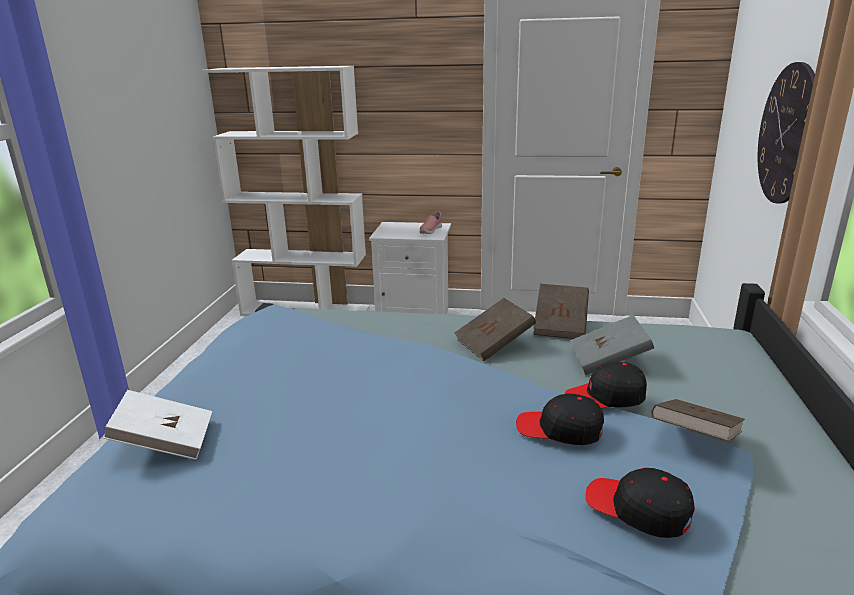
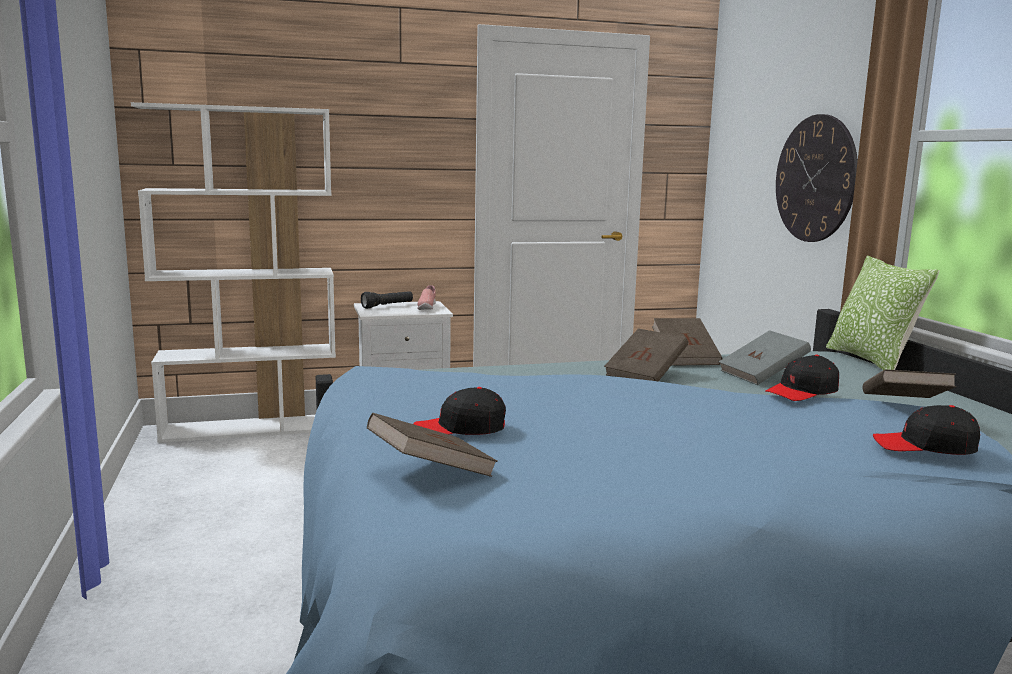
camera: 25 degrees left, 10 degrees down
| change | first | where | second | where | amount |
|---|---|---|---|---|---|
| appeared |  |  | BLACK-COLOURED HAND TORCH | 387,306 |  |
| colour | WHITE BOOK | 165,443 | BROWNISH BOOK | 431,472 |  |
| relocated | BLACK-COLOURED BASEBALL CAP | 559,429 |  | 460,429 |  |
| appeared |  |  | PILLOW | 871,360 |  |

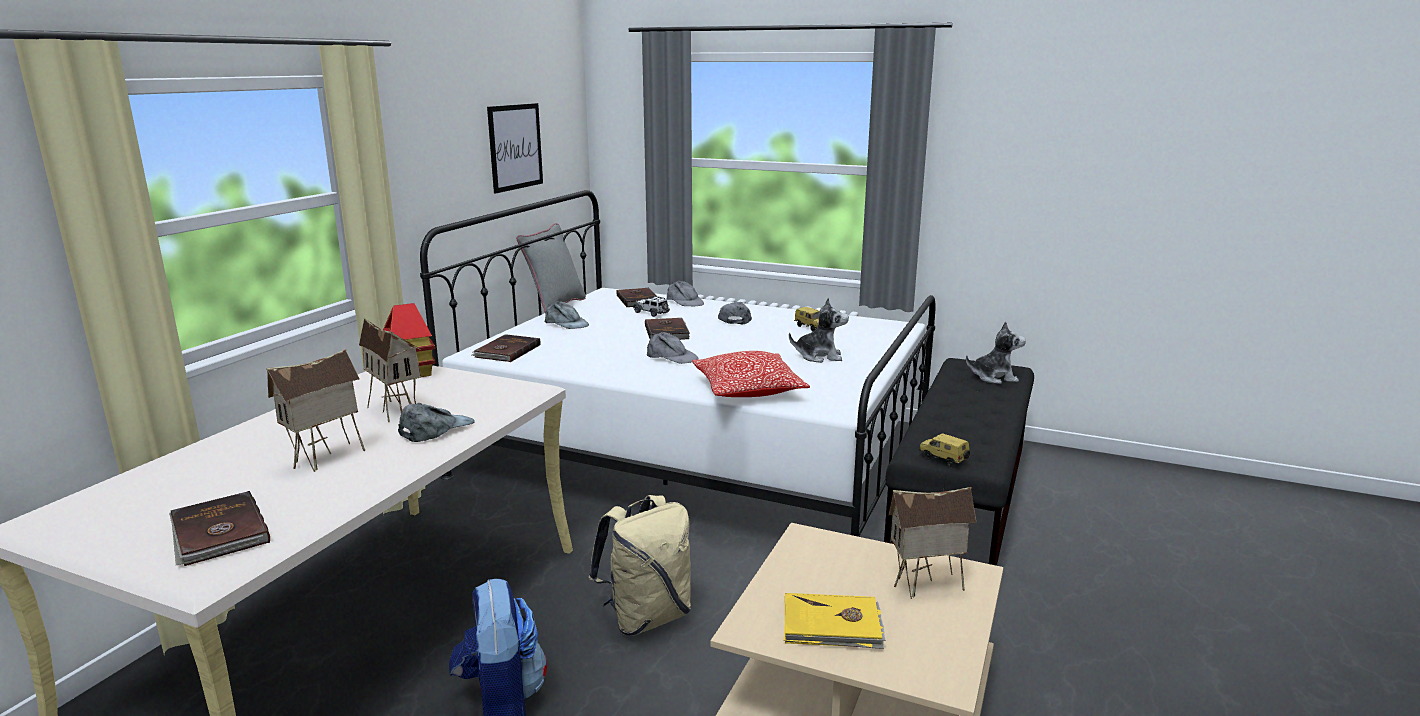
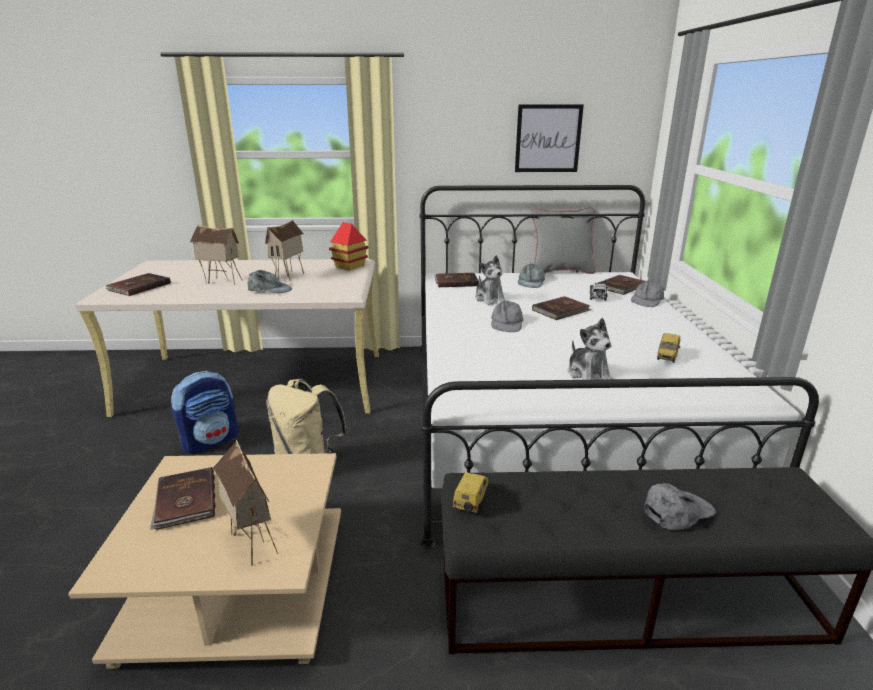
camera: 65 degrees right, 5 degrees up
| change | first | where | second | where | amount |
|---|---|---|---|---|---|
| colour | YELLOW BOOK | 832,626 | BROWNISH BOOK | 185,501 |  |
| relocated | SOFT TOY | 994,377 |  | 489,299 |  |
| relocated | GREY BASEBALL CAP | 734,319 |  | 677,511 |  |
| missing | PILLOW | 748,390 |  |  |  |

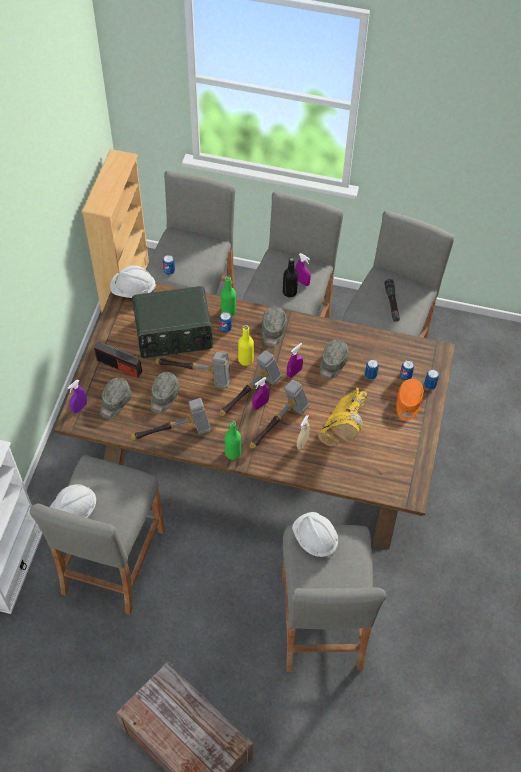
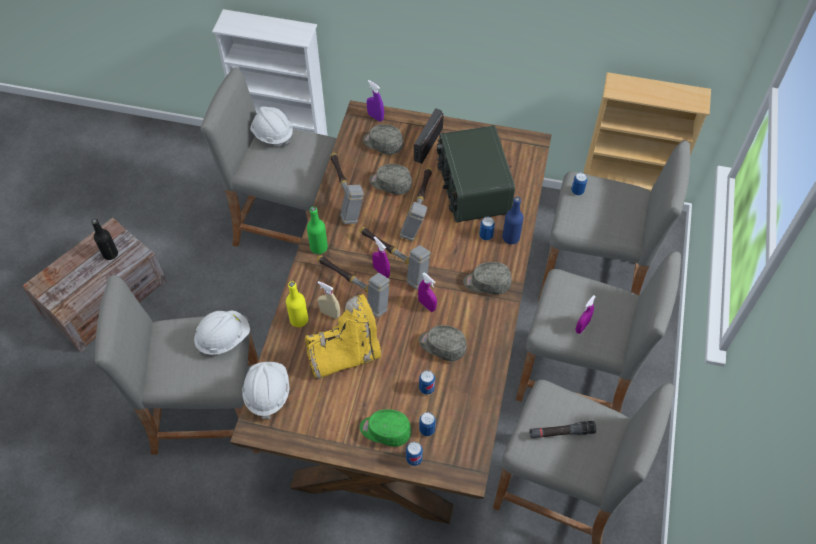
camera: 90 degrees right, 0 degrees up
| change | first | where | second | where | amount |
|---|---|---|---|---|---|
| relocated | BLACK-COLOURED BOTTLE | 289,292 |  | 110,254 |  |
| relocated | WHITE WORK HELMET | 133,290 |  | 267,393 |  |
| relocated | YELLOW BOTTLE | 245,360 |  | 299,320 |  |
| spun | YELLOW TALL BOOT | 342,430 |  | 347,355 | 135 degrees clockwise |
| colour | ORANGEY BASEBALL CAP | 408,403 | GREENISH BASEBALL CAP | 385,431 |  |
| colour | GREENISH BOTTLE | 228,311 | BLUISH BOTTLE | 511,238 |  |

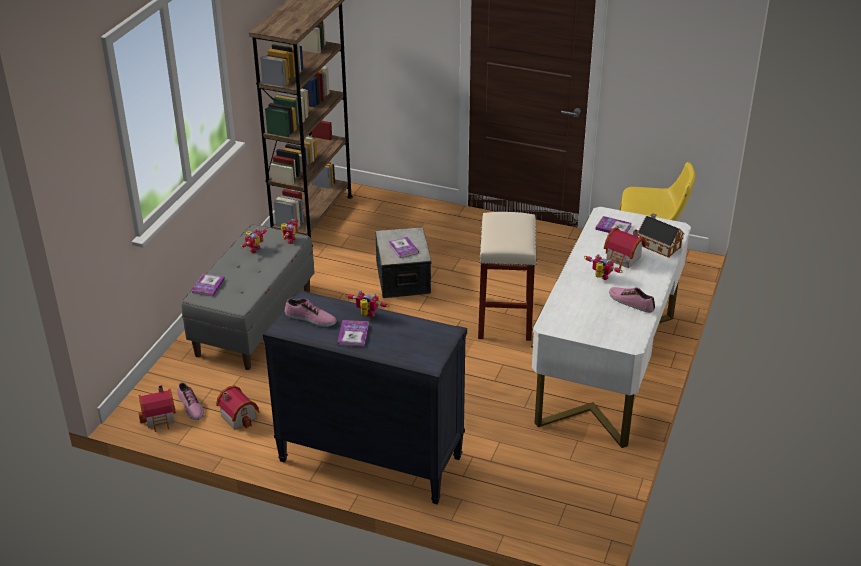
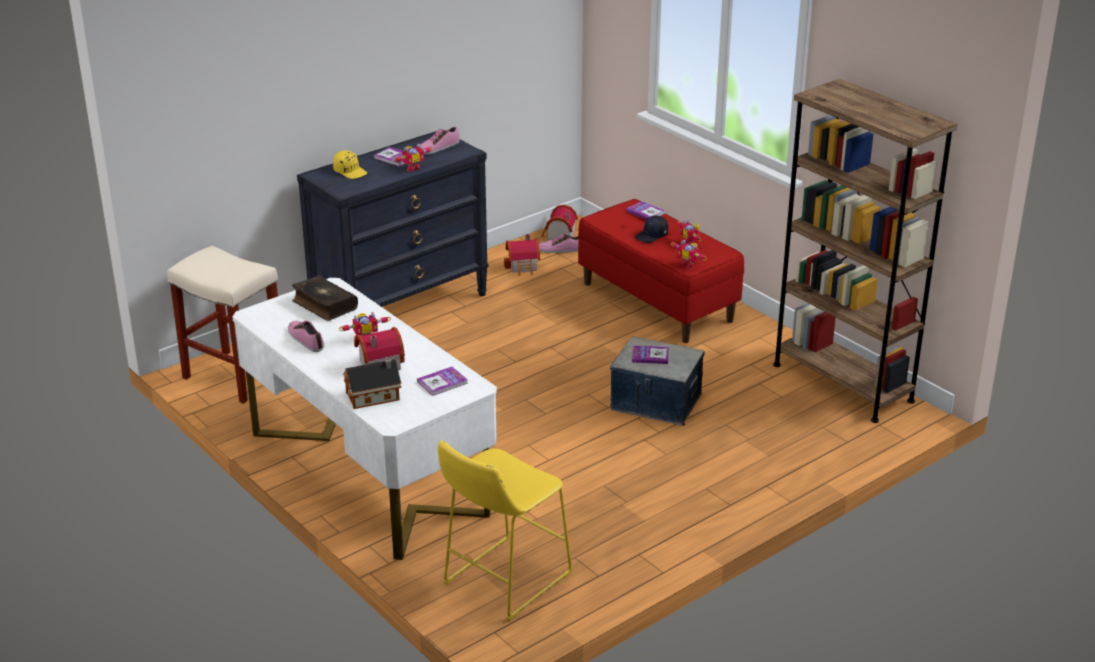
camera: 120 degrees right, 5 degrees down
| change | first | where | second | where | amount |
|---|---|---|---|---|---|
| relocated | SAND-COLOURED STOOL SEAT | 504,318 |  | 236,377 |  |
| spun | LOW SHOE | 631,302 |  | 306,339 | 105 degrees counterclockwise |
| appeared |  |  | BOOK | 324,305 |  |
| appeared |  |  | YELLOW BASEBALL CAP | 350,172 |  |
| colour | GREY BENCH | 254,322 | RED-COLOURED BENCH | 657,302 |  |
| appeared |  |  | BLACK-COLOURED BASEBALL CAP | 651,236 |  |

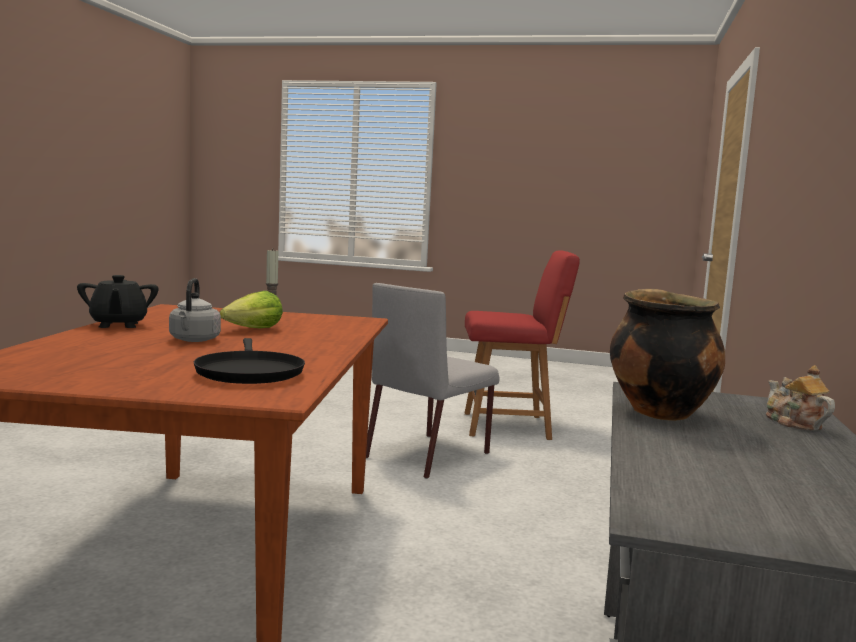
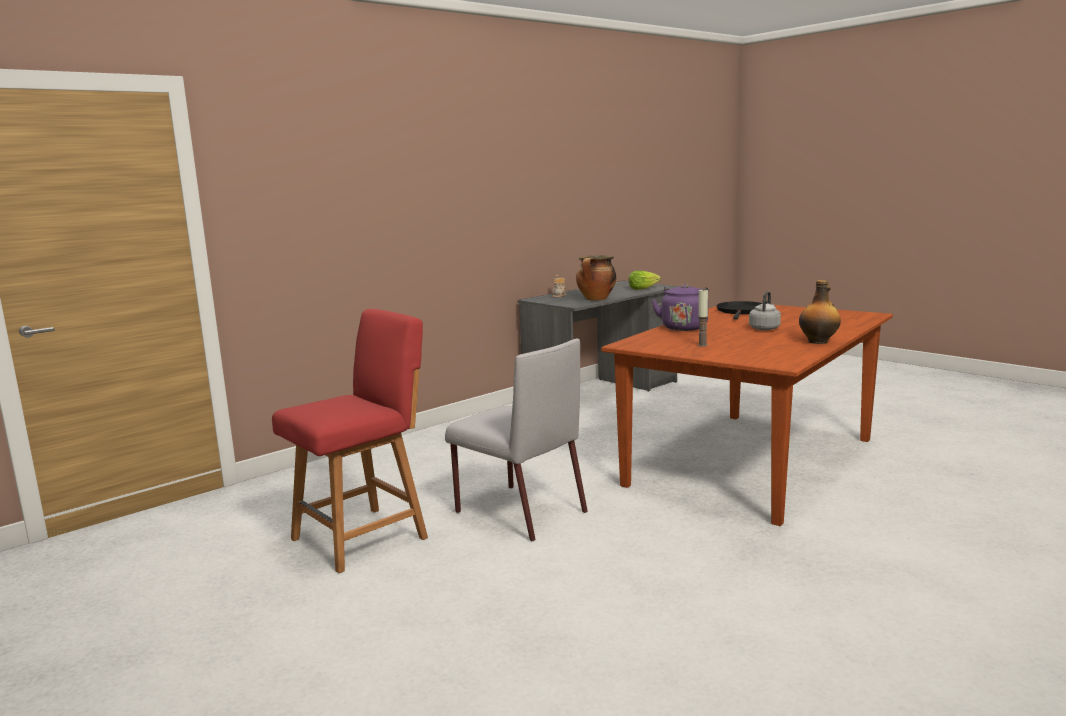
camera: 145 degrees left, 5 degrees up
| change | first | where | second | where | amount |
|---|---|---|---|---|---|
| spun | RED-COLOURED CHAIR | 510,426 |  | 364,537 | 105 degrees clockwise |
| spun | GREY CHAIR | 429,455 |  | 518,511 | 60 degrees clockwise |
| relocated | LETTUCE HEAD | 254,329 |  | 642,288 |  |
| appeared |  |  | PURPLISH TEA KETTLE | 684,327 |  |
| exchanged | BLACK-COLOURED TEA POT | 118,325 | BOTTLE | 818,342 |  |

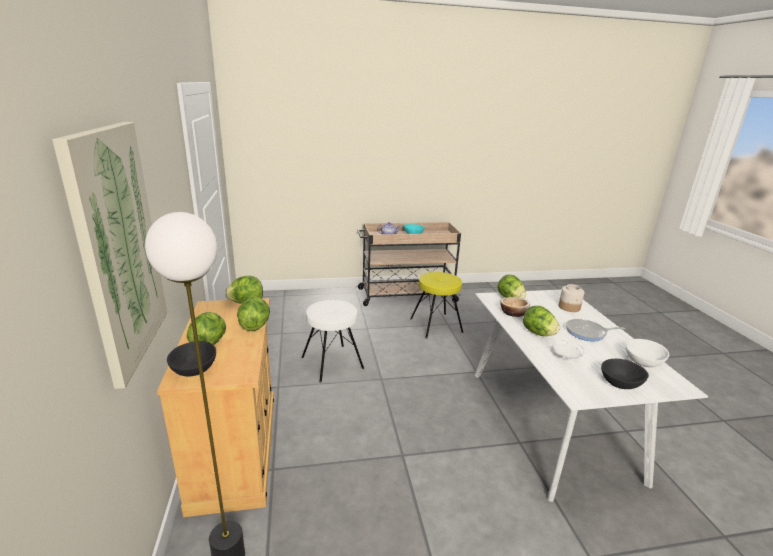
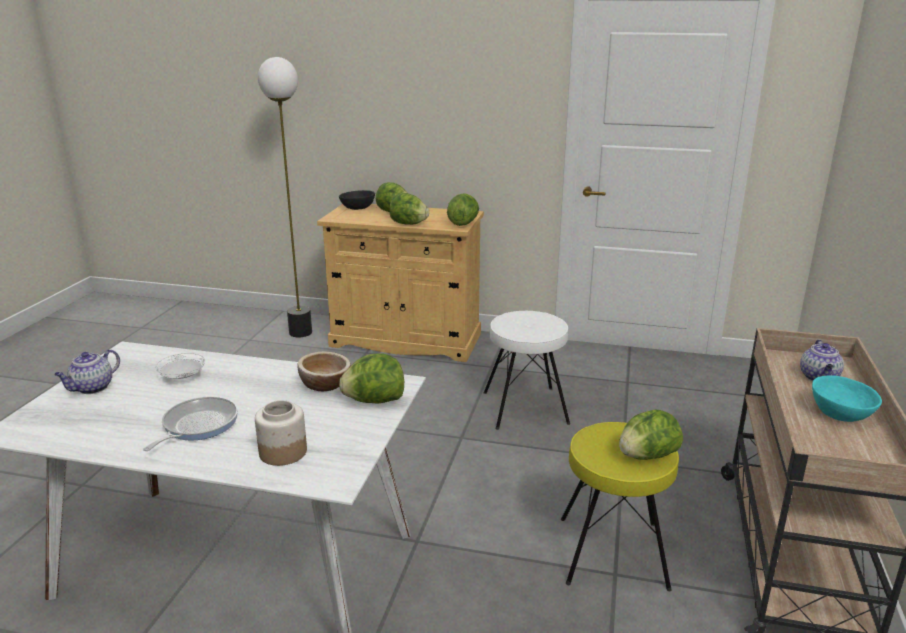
camera: 115 degrees right, 0 degrees up
| change | first | where | second | where | amount |
|---|---|---|---|---|---|
| exchanged | BLACK-COLOURED BOWL | 620,383 | TEA POT | 92,388 |  |
| relocated | LETTUCE HEAD | 538,333 |  | 647,456 |  |
| missing | WALL ART | 119,248 |  |  |  |
| missing | WHITE BOWL | 643,361 |  |  |  |

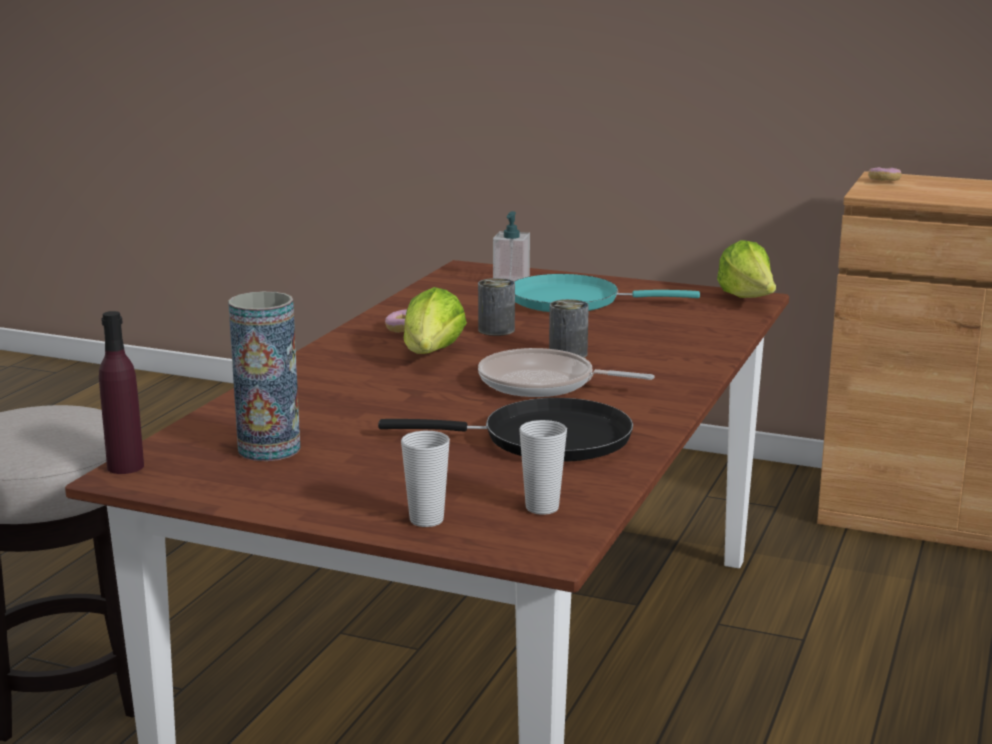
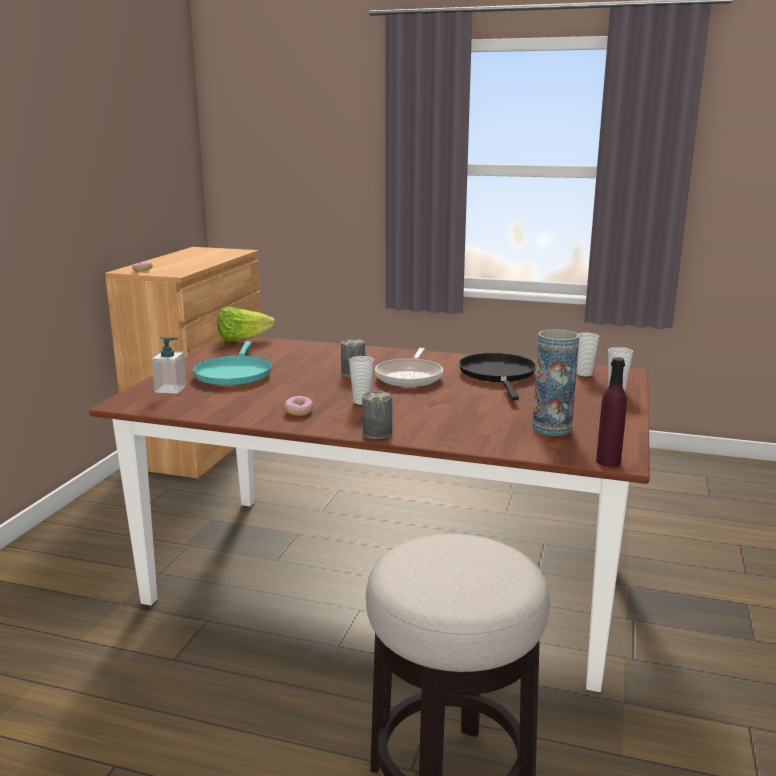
camera: 95 degrees left, 0 degrees up
| change | first | where | second | where | amount |
|---|---|---|---|---|---|
| exchanged | LETTUCE HEAD | 432,356 | SMALL CUP | 361,401 |  |
| relocated | CAN | 496,330 |  | 377,433 |  |

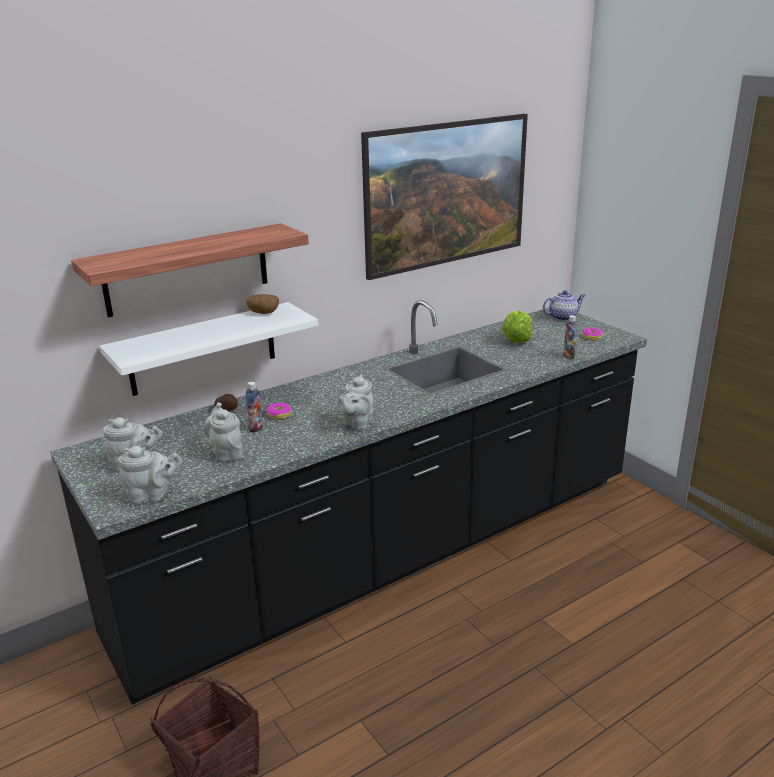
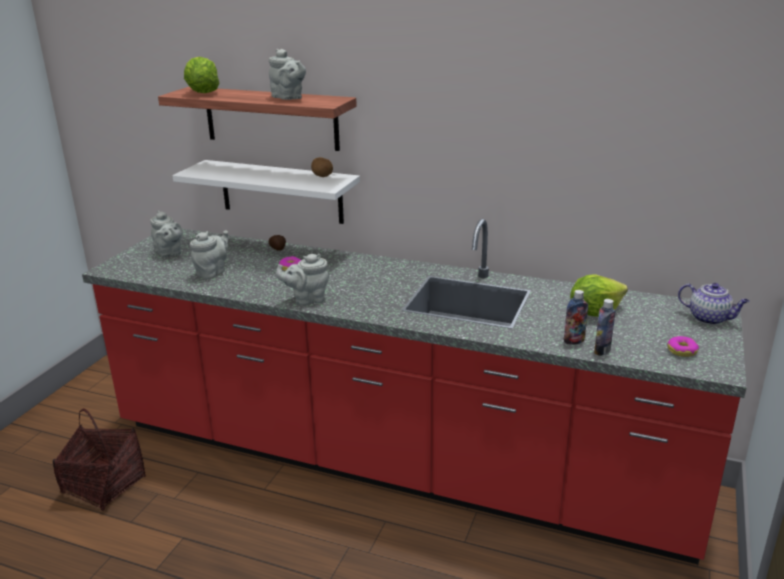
camera: 55 degrees right, 0 degrees up
| change | first | where | second | where | amount |
|---|---|---|---|---|---|
| colour | BLACK-COLOURED KITCHEN COUNTER | 390,554 | RED-COLOURED KITCHEN COUNTER | 394,462 |  |
| appeared |  |  | LETTUCE HEAD | 203,93 |  |
| relocated | GREY TEA POT | 152,496 |  | 288,98 |  |
| relocated | BOTTLE | 256,428 |  | 574,341 |  |
| missing | WALL ART | 446,228 |  |  |  |

